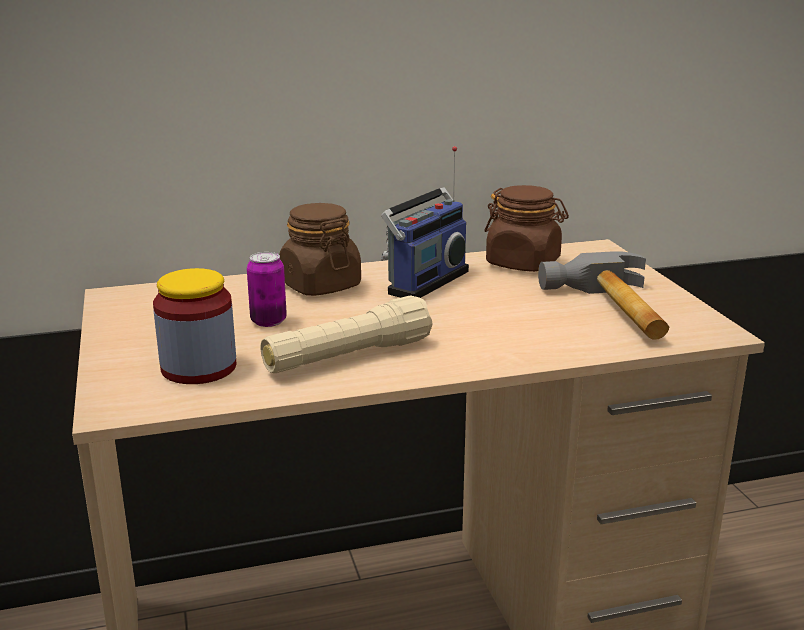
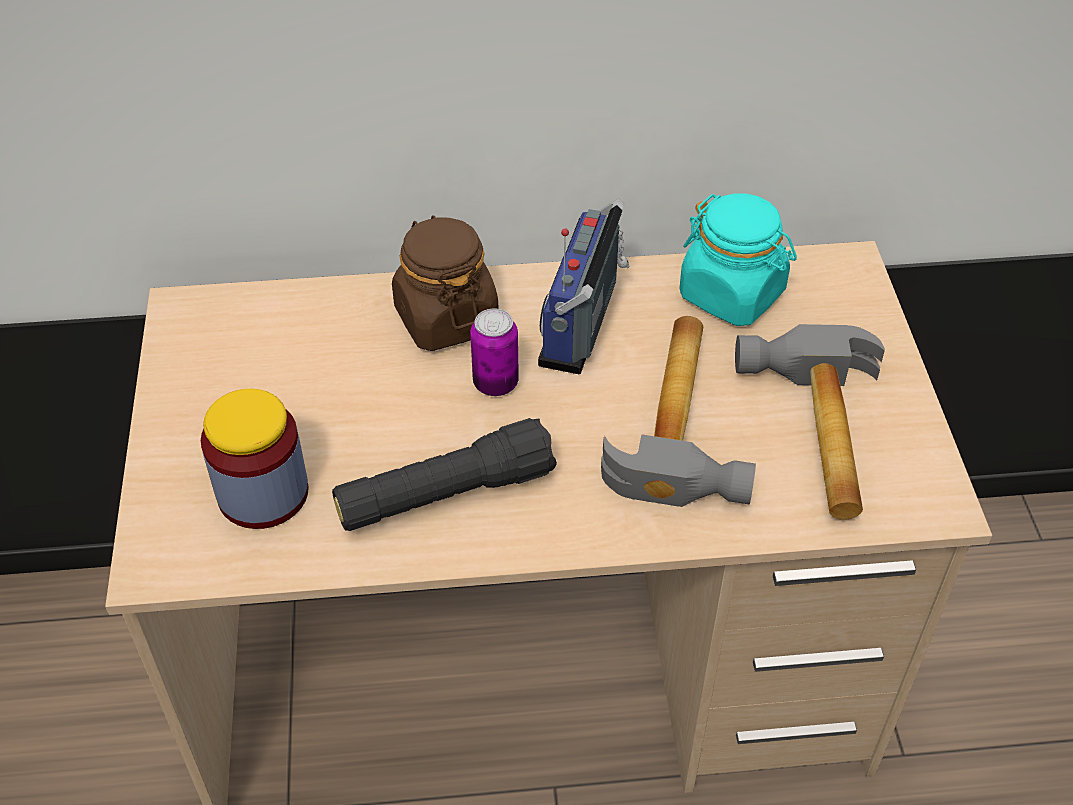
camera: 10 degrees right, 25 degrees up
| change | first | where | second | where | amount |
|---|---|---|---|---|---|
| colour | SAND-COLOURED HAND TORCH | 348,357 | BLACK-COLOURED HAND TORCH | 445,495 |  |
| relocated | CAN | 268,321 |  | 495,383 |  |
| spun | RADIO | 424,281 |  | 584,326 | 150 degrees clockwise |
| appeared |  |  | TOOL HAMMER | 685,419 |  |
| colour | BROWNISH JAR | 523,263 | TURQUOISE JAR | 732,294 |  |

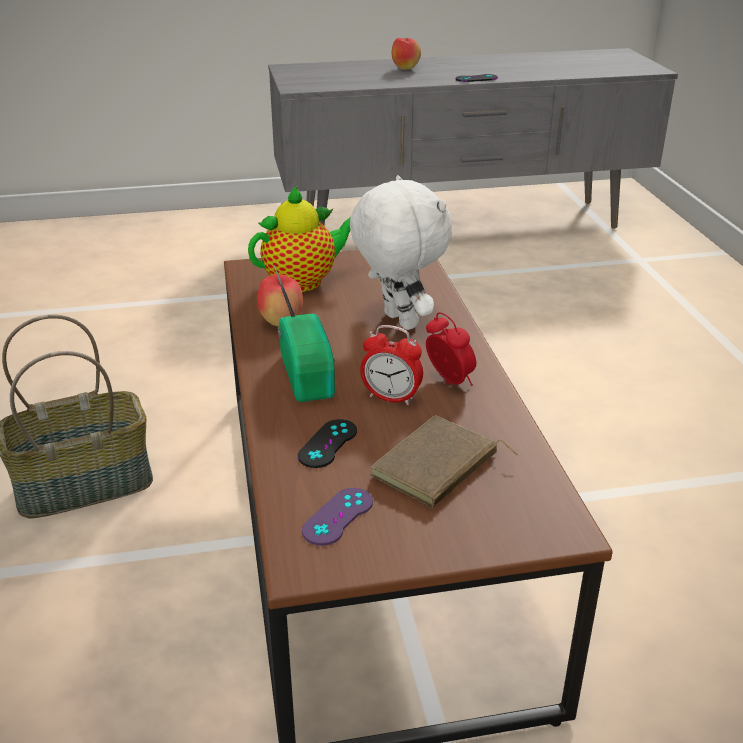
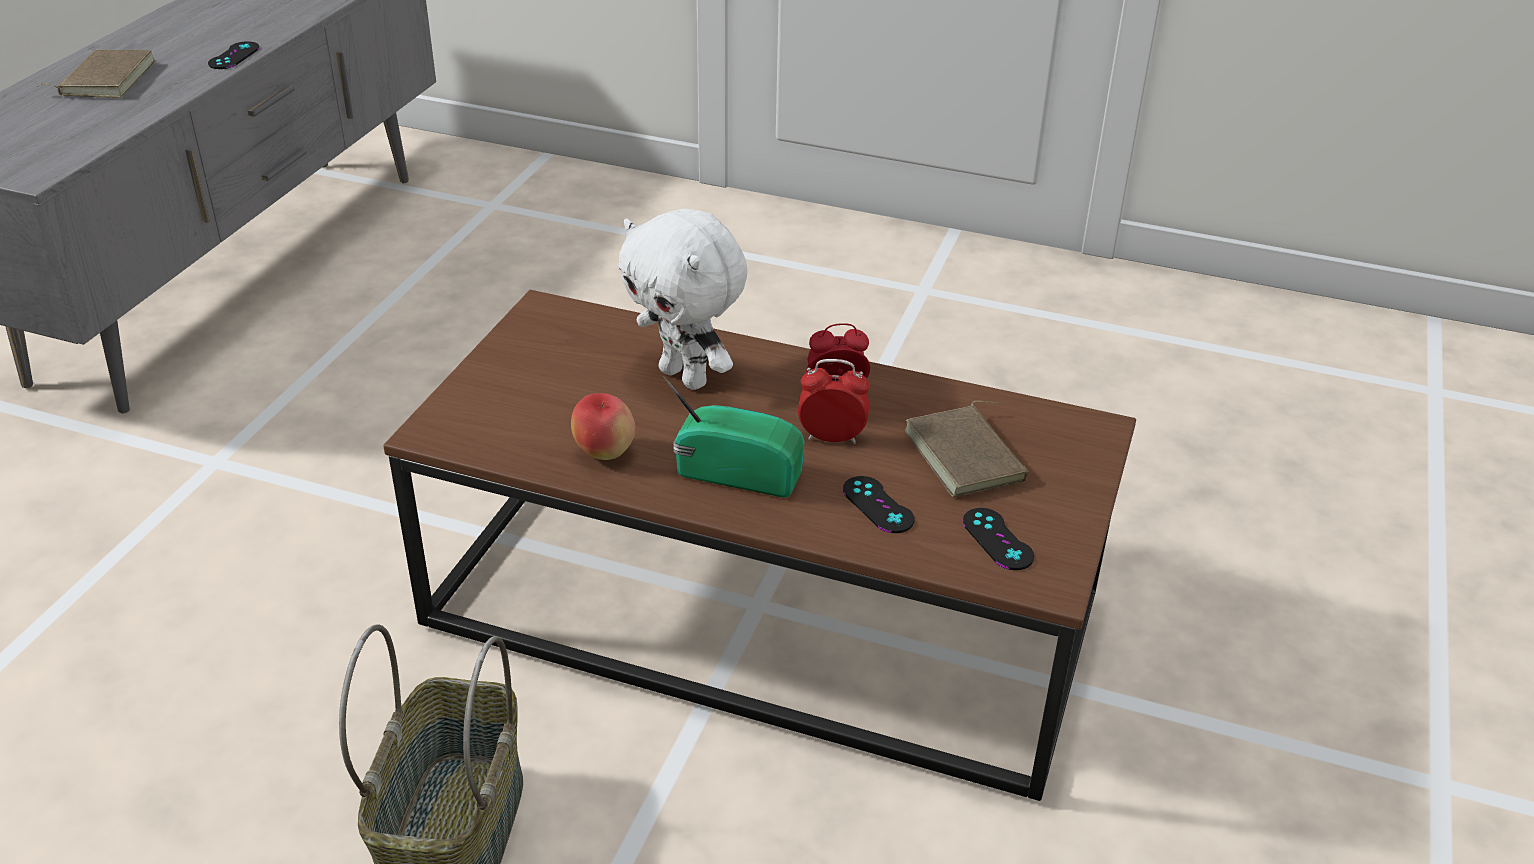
camera: 60 degrees left, 5 degrees up
| change | first | where | second | where | amount |
|---|---|---|---|---|---|
| exchanged | WHOLE APPLE | 405,69 | BROWNISH BOOK | 105,79 |  |
| spun | WHITE SOFT TOY | 397,321 |  | 686,377 | 135 degrees counterclockwise |
| spun | BEDSIDE CLOCK | 391,398 |  | 832,438 | 135 degrees counterclockwise |
| colour | PURPLISH GAME CONTROLLER | 338,516 | BLACK-COLOURED GAME CONTROLLER | 997,539 |  |
| missing | TEA POT | 305,281 |  |  |  |

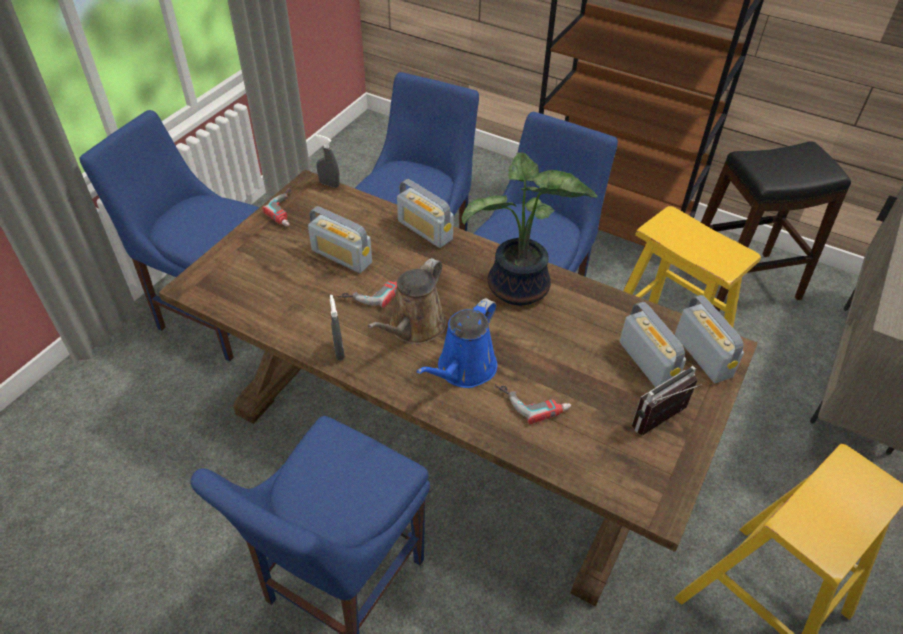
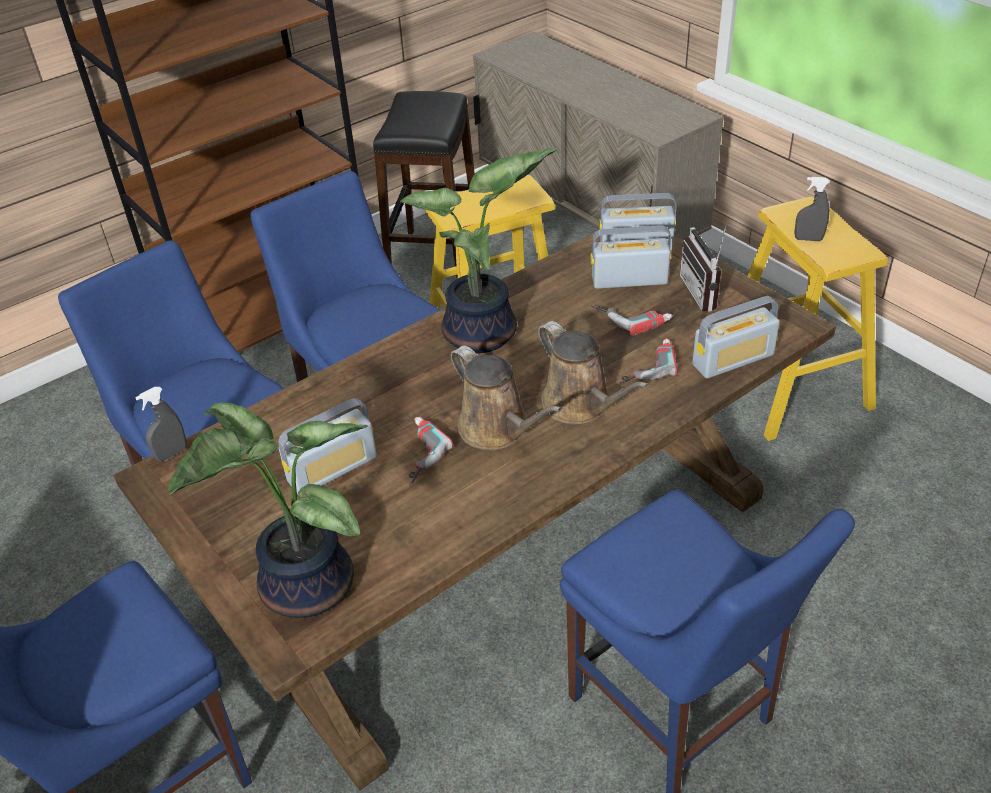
camera: 65 degrees left, 5 degrees down
| change | first | where | second | where | amount |
|---|---|---|---|---|---|
| appeared |  |  | HOUSEPLANT | 301,586 |  |
| colour | BLUISH WATERING POT | 463,369 | BROWNISH WATERING POT | 581,405 |  |
| relocated | DRILL | 289,209 |  | 632,316 |  |
| relocated | RADIO | 425,230 |  | 733,360 |  |
| relocated | GREY HAND SPRAYER | 339,351 |  | 808,239 |  |

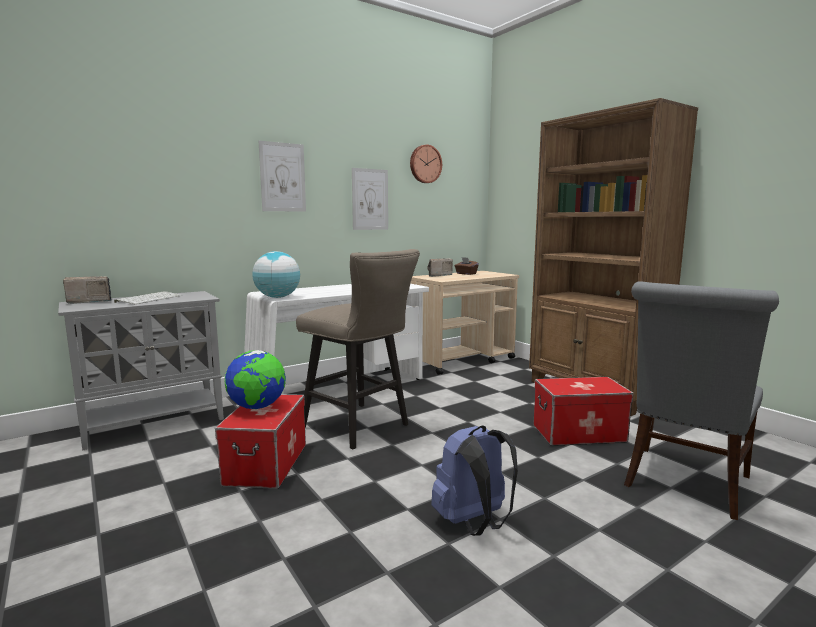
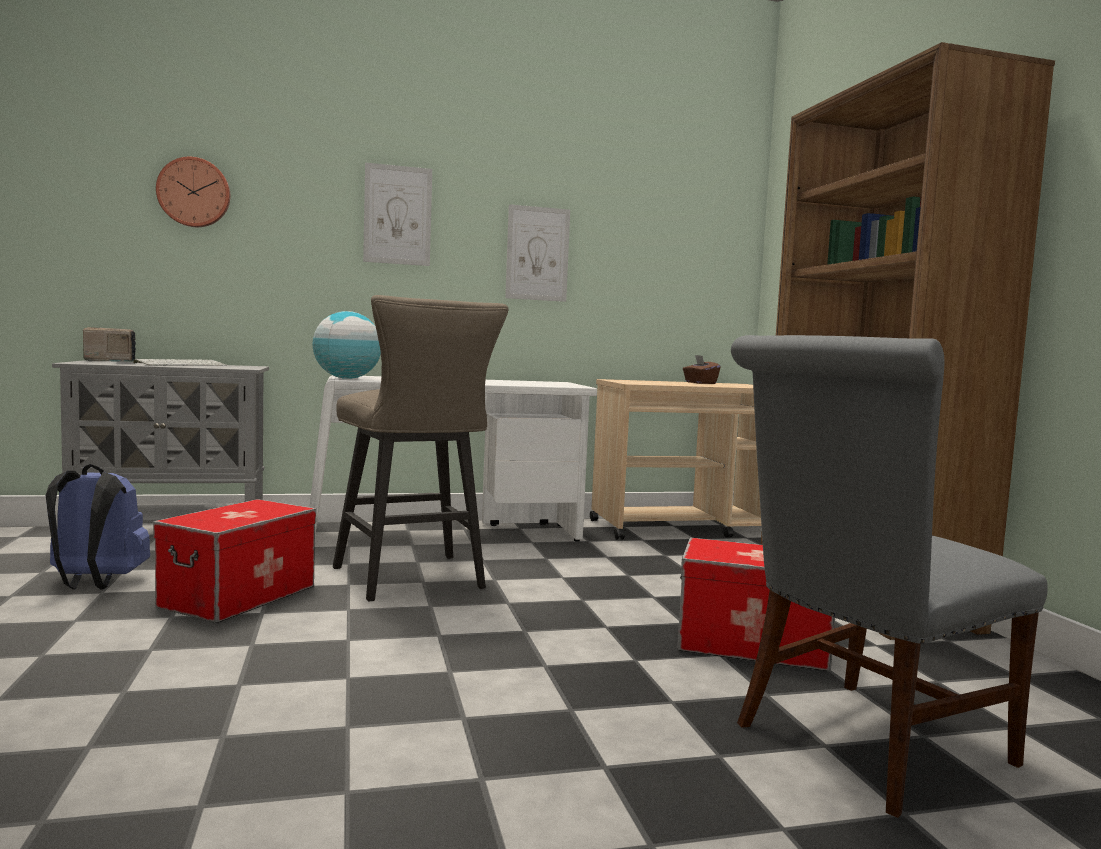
camera: 20 degrees right, 5 degrees down
| change | first | where | second | where | amount |
|---|---|---|---|---|---|
| relocated | BLUISH KNAPSACK | 474,523 |  | 95,584 |  |
| relocated | CLOCK ON THE WALL | 425,164 |  | 194,193 |  |
| missing | DESK GLOBE | 257,407 |  |  |  |
| missing | RADIO | 437,275 |  |  |  |

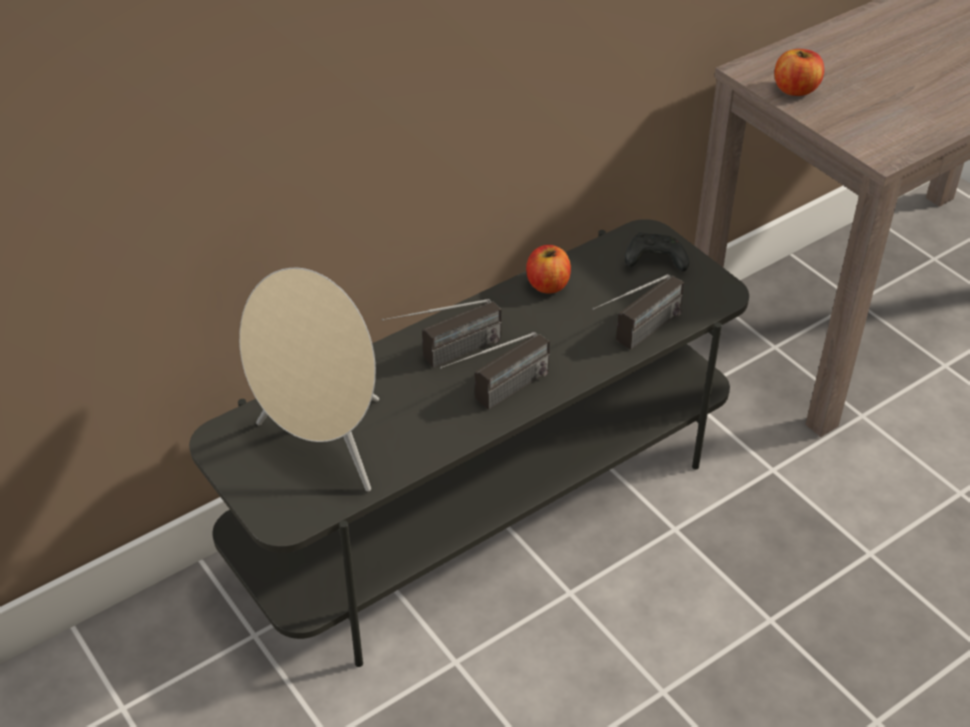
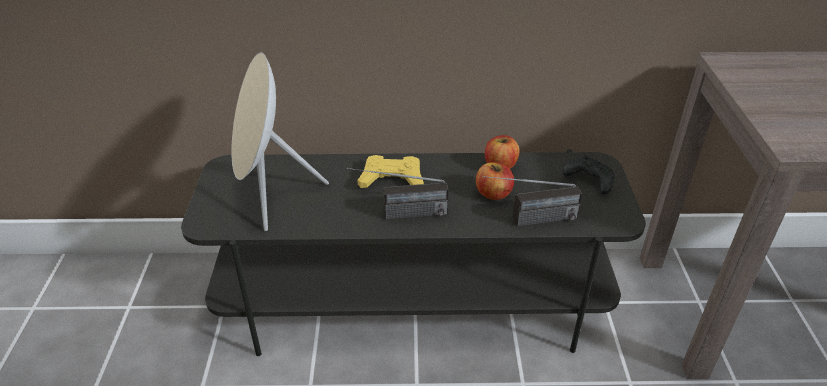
camera: 35 degrees right, 5 degrees down
| change | first | where | second | where | amount |
|---|---|---|---|---|---|
| exchanged | RADIO | 444,357 | YELLOW GAME CONTROLLER | 392,178 |  |
| relocated | WHOLE APPLE | 795,89 |  | 493,193 |  |

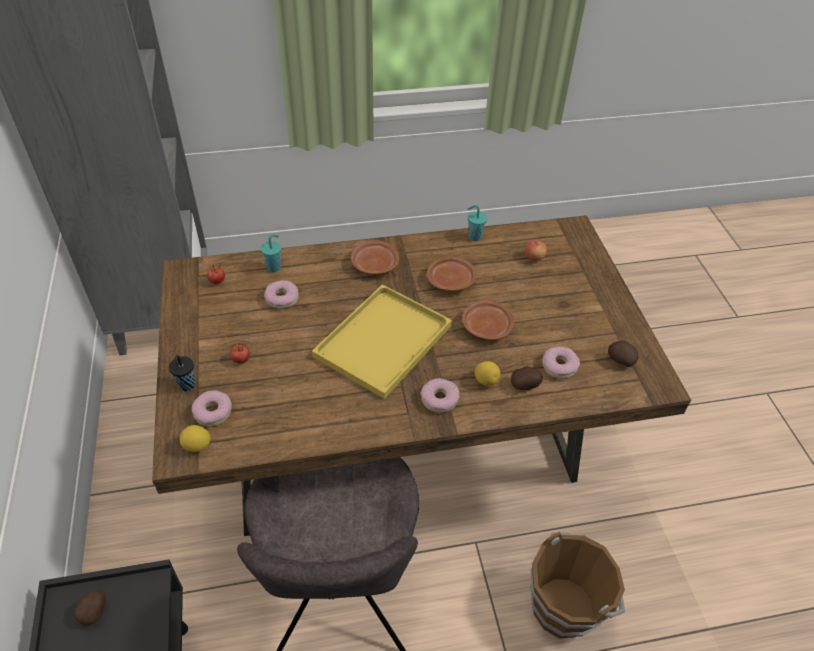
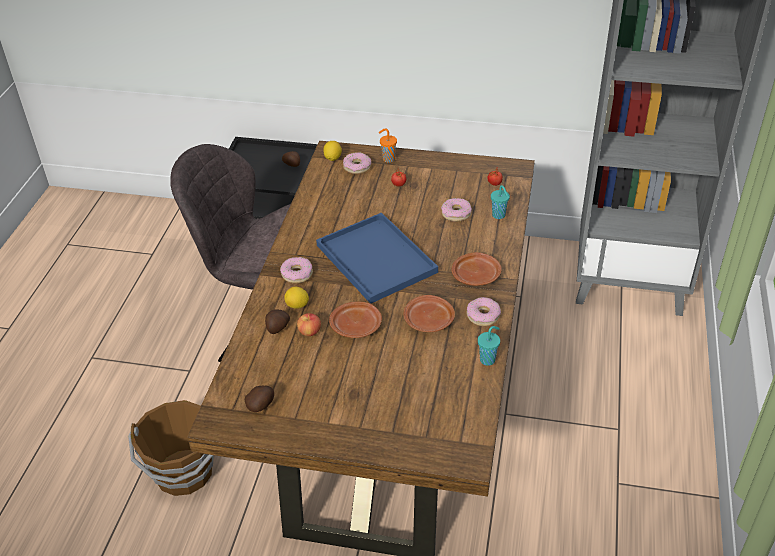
camera: 115 degrees right, 5 degrees down
| change | first | where | second | where | amount |
|---|---|---|---|---|---|
| relocated | WHOLE APPLE | 534,257 |  | 309,332 |  |
| colour | YELLOW CARRYING TRAY | 383,338 | BLUISH CARRYING TRAY | 378,259 |  |
| colour | BLACK-COLOURED SMALL CUP | 186,386 | ORANGEY SMALL CUP | 388,159 |  |
| relocated | RING DOUGHNUT | 559,366 |  | 483,315 |  |

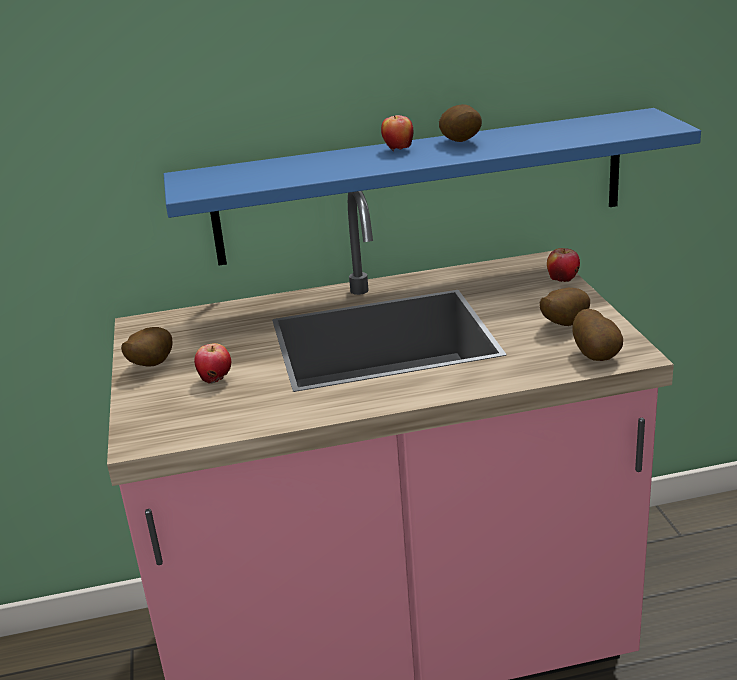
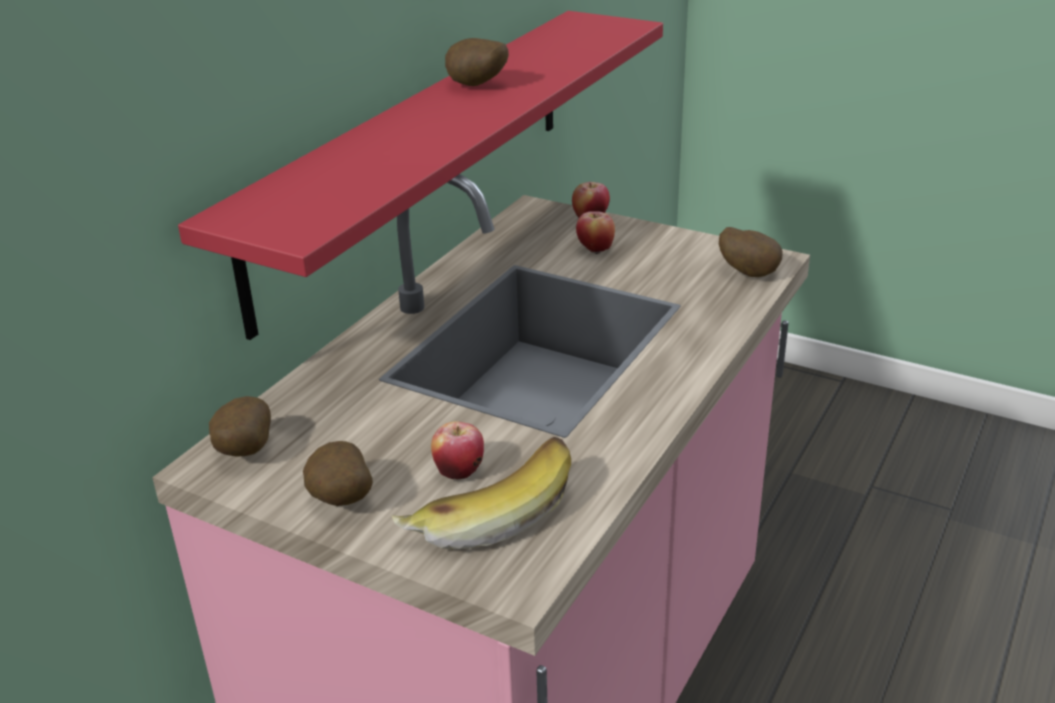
camera: 50 degrees left, 5 degrees up
| change | first | where | second | where | amount |
|---|---|---|---|---|---|
| colour | BLUISH BRACKET SHELF | 421,187 | RED-COLOURED BRACKET SHELF | 419,156 |  |
| relocated | WHOLE POTATO | 562,325 |  | 243,453 |  |
| appeared |  |  | BANANA FRUIT | 488,511 |  |
| relocated | WHOLE APPLE | 398,150 |  | 595,250 |  |

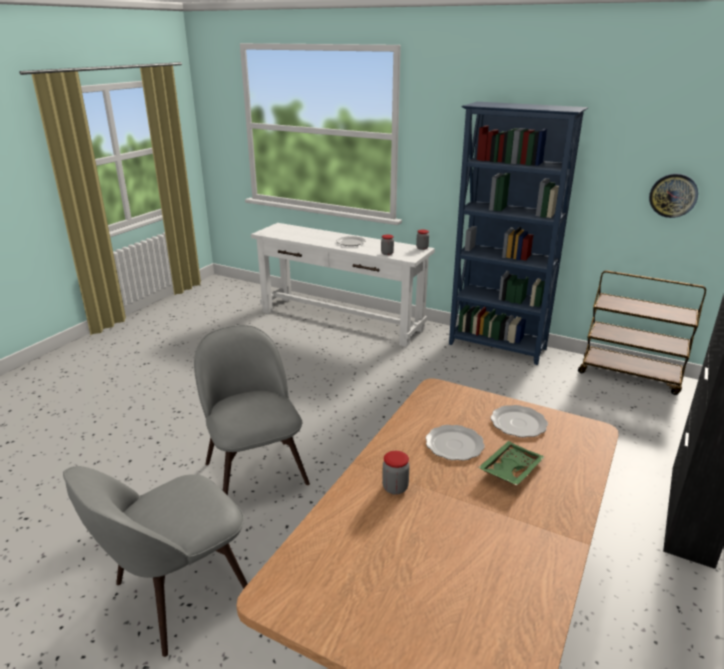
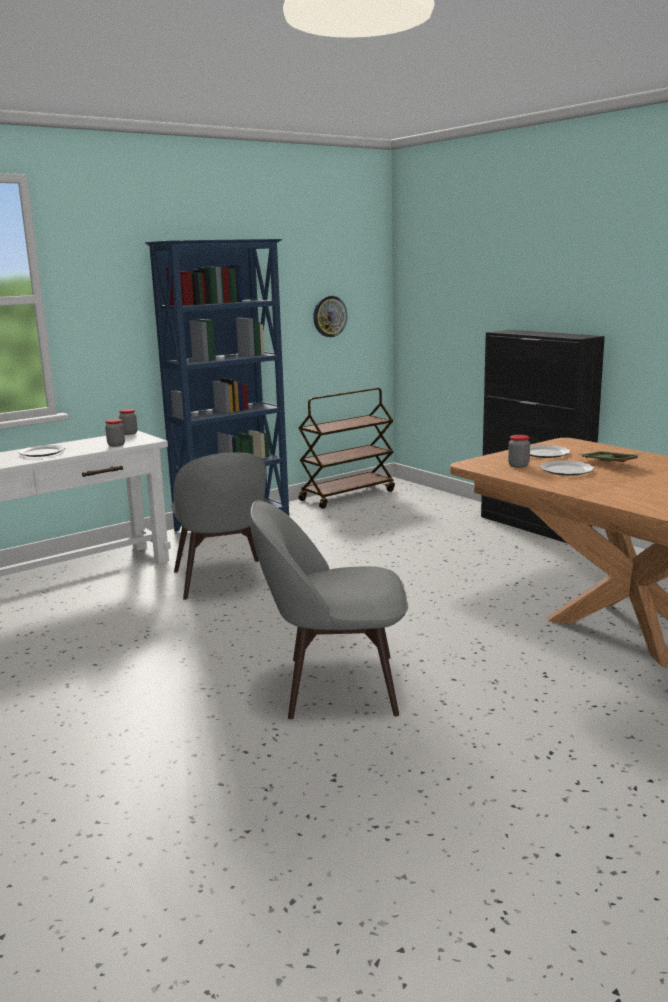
camera: 65 degrees left, 10 degrees down
| change | first | where | second | where | amount |
|---|---|---|---|---|---|
| relocated | GREY CHAIR | 177,594 |  | 224,580 |  |
| relocated | JAR | 395,488 |  | 518,465 |  |

